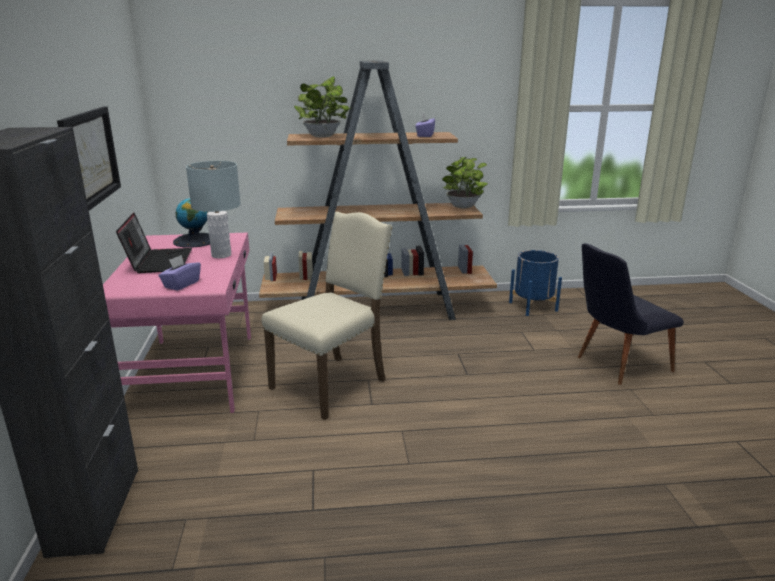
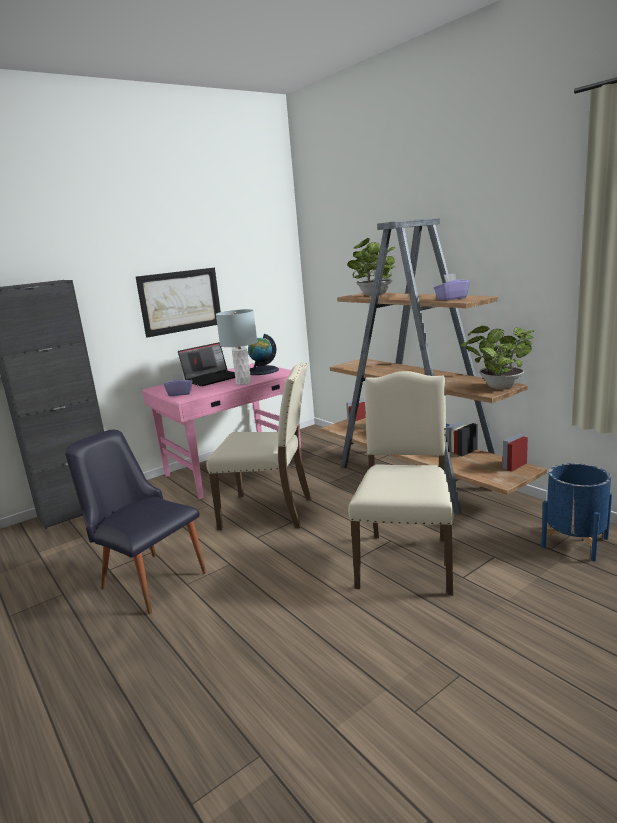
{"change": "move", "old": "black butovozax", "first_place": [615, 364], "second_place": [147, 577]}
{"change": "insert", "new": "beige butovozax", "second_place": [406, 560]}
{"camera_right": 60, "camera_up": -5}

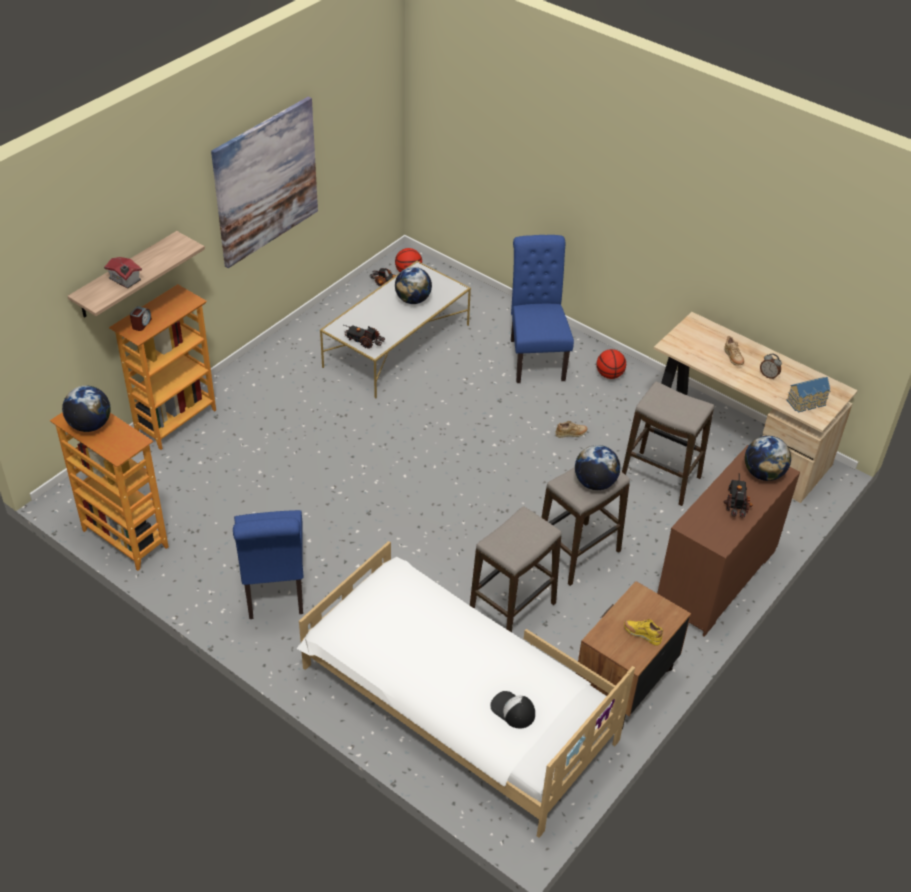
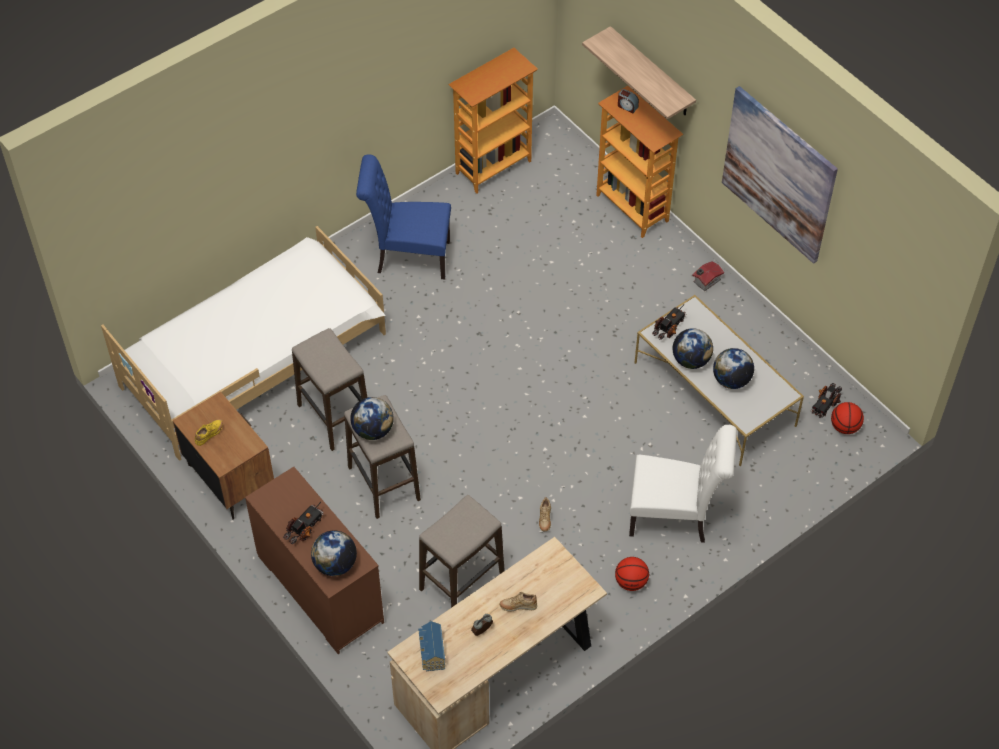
{"change": "recolor", "old": "blue butovozax", "new": "white butovozax", "first_place": [535, 356], "second_place": [675, 517]}
{"change": "move", "old": "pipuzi", "first_place": [125, 280], "second_place": [706, 281]}
{"change": "move", "old": "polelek", "first_place": [90, 425], "second_place": [691, 360]}
{"change": "rotate", "old": "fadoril", "first_place": [737, 503], "second_place": [305, 528], "degrees": -75}
{"change": "delete", "old": "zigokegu", "first_place": [512, 710]}
{"camera_right": 105, "camera_up": 10}

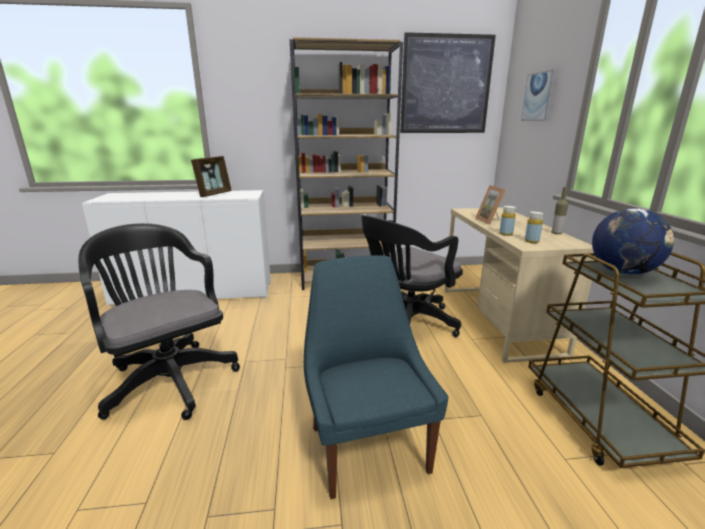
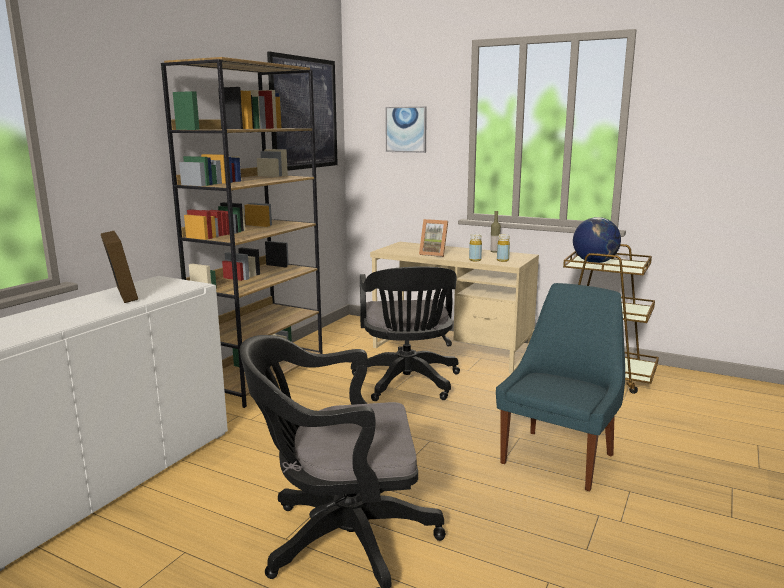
{"change": "rotate", "old": "blue butovozax", "first_place": [367, 445], "second_place": [559, 457], "degrees": 105}
{"camera_right": -55, "camera_up": -5}

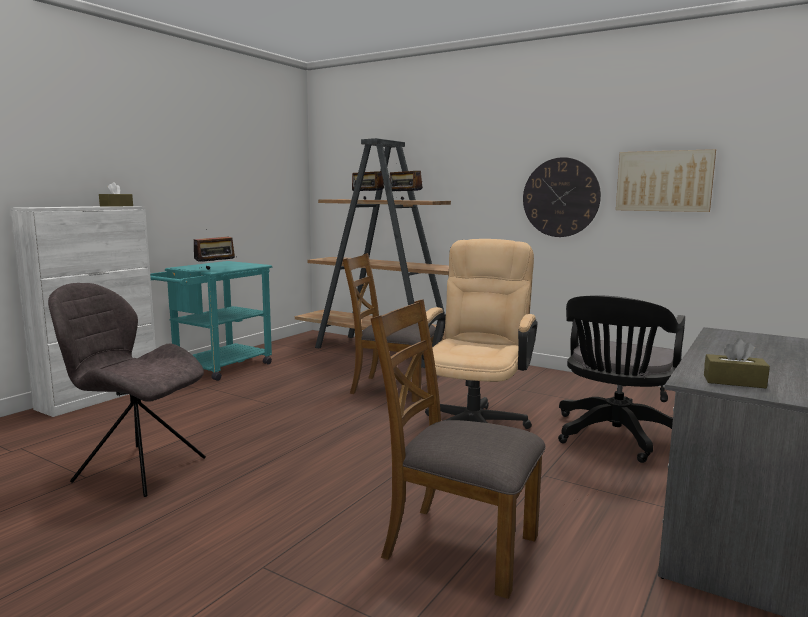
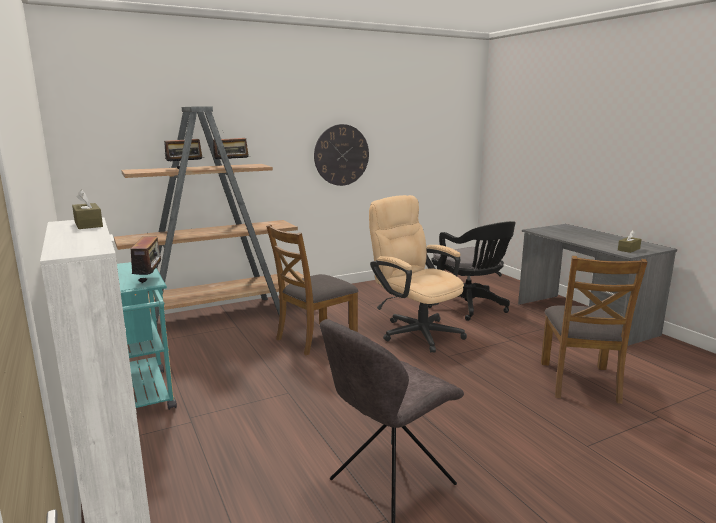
{"change": "delete", "old": "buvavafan", "first_place": [664, 181]}
{"change": "rotate", "old": "brown butovozax", "first_place": [459, 546], "second_place": [580, 381], "degrees": -45}
{"camera_right": -60, "camera_up": 5}

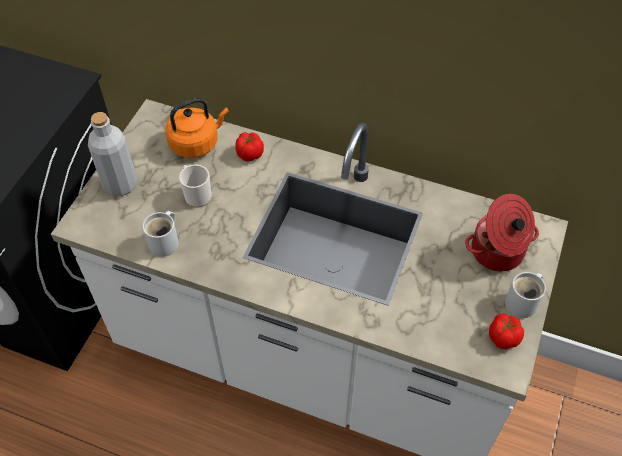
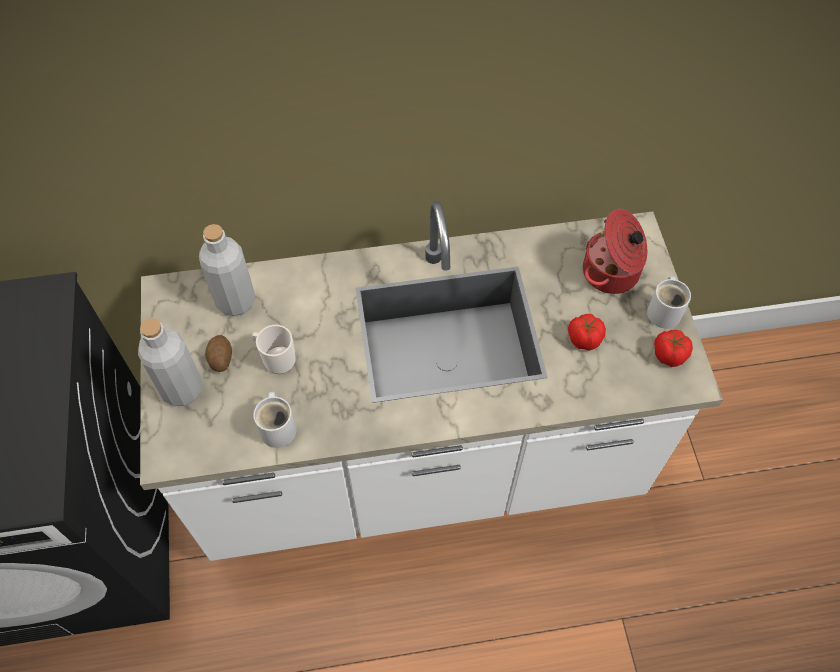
{"change": "replace", "old": "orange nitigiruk", "new": "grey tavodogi", "first_place": [196, 143], "second_place": [236, 301]}
{"change": "move", "old": "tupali", "first_place": [249, 154], "second_place": [583, 338]}
{"change": "insert", "new": "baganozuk", "second_place": [220, 358]}
{"camera_right": -30, "camera_up": 5}

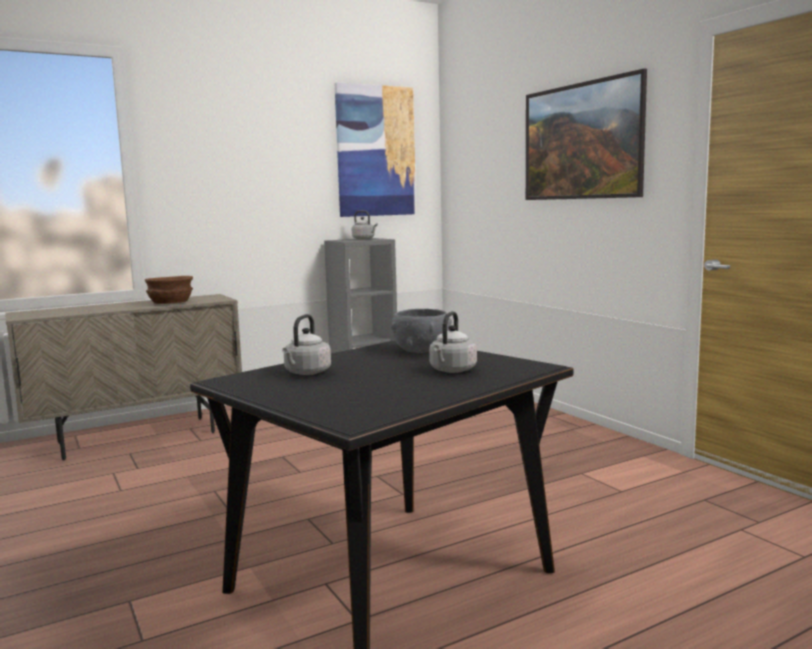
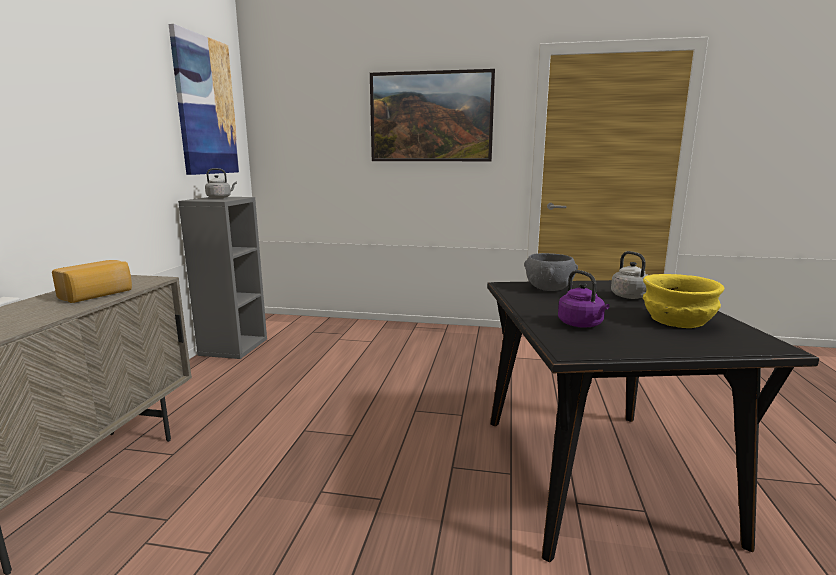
{"change": "replace", "old": "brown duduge", "new": "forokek", "first_place": [170, 303], "second_place": [97, 295]}
{"change": "recolor", "old": "grey nitigiruk", "new": "purple nitigiruk", "first_place": [306, 373], "second_place": [581, 325]}
{"change": "insert", "new": "yellow duduge", "second_place": [678, 320]}
{"camera_right": -50, "camera_up": 5}

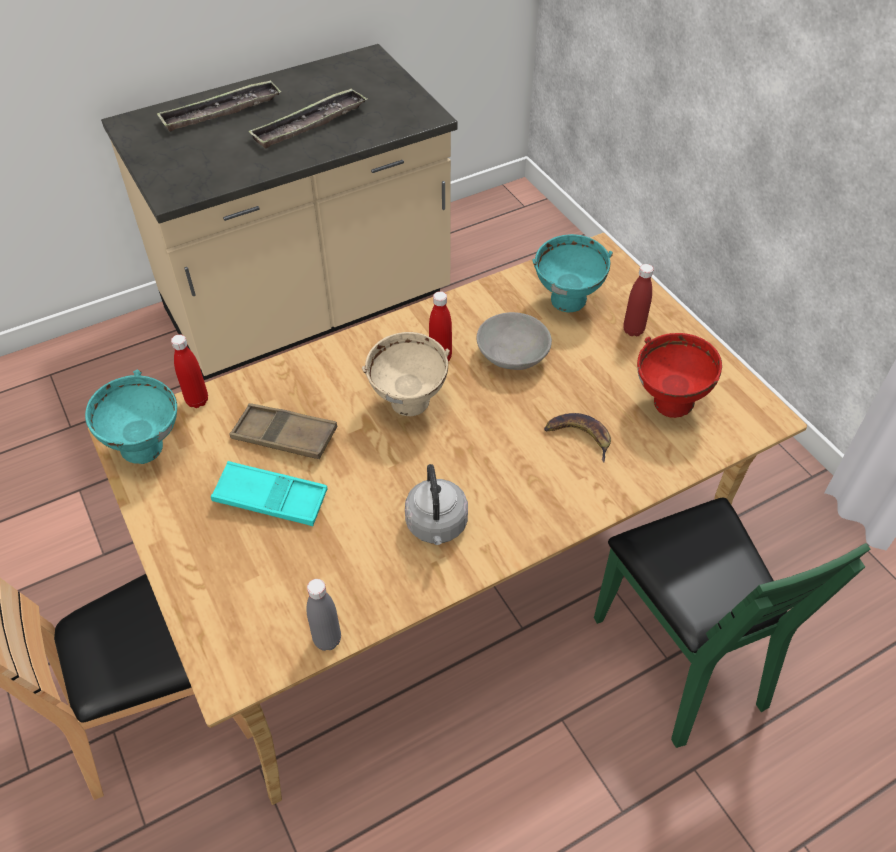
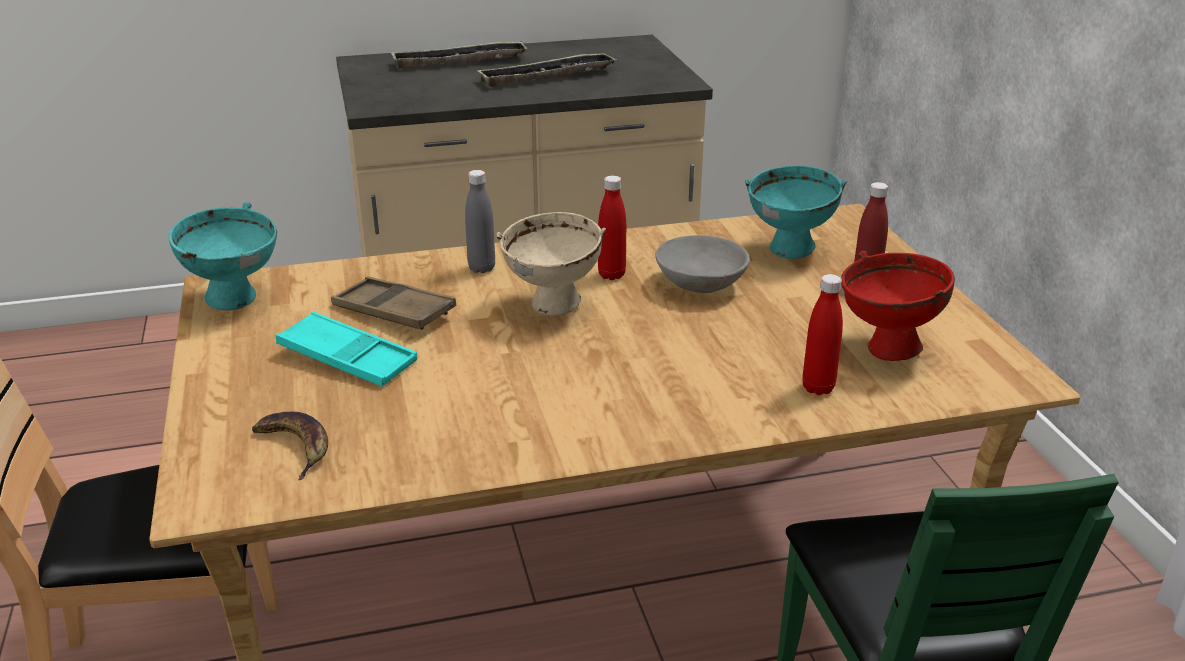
{"change": "move", "old": "red tavodogi", "first_place": [197, 401], "second_place": [818, 388]}
{"change": "move", "old": "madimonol", "first_place": [580, 437], "second_place": [295, 447]}
{"change": "delete", "old": "grey nitigiruk", "first_place": [437, 526]}
{"change": "move", "old": "grey tavodogi", "first_place": [327, 640], "second_place": [481, 268]}
{"camera_right": 15, "camera_up": -20}

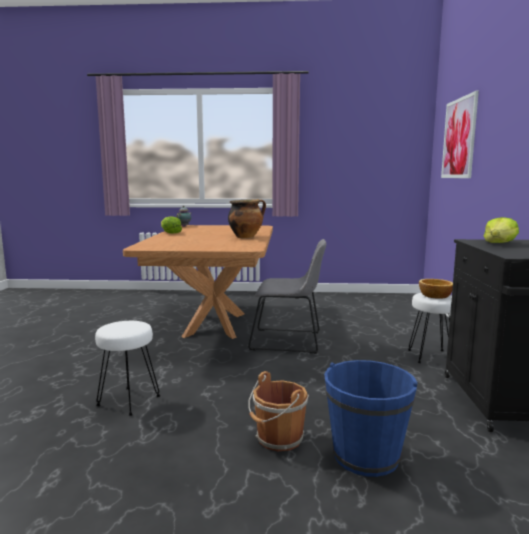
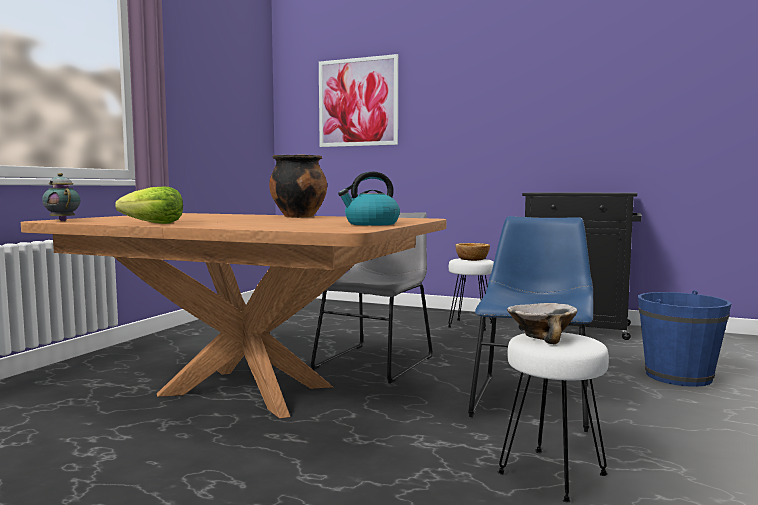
{"change": "delete", "old": "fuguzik", "first_place": [499, 243]}
{"change": "delete", "old": "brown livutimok", "first_place": [278, 439]}
{"change": "insert", "new": "nitigiruk", "second_place": [371, 224]}
{"change": "insert", "new": "blue butovozax", "second_place": [532, 400]}
{"change": "insert", "new": "duduge", "second_place": [541, 337]}
{"camera_right": -70, "camera_up": -5}

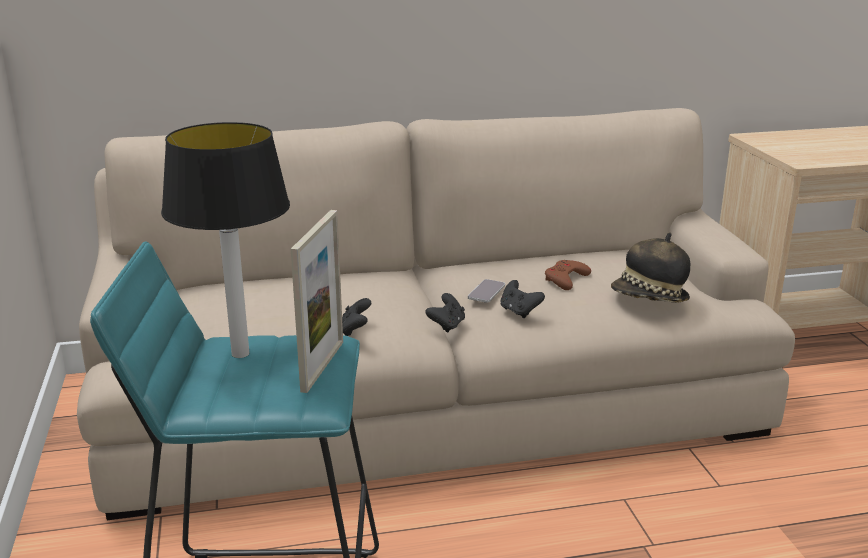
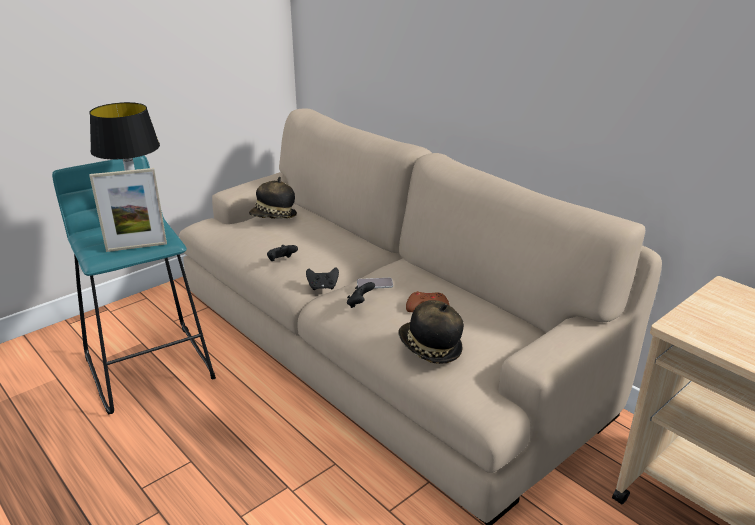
{"change": "insert", "new": "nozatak", "second_place": [274, 217]}
{"camera_right": 60, "camera_up": 5}

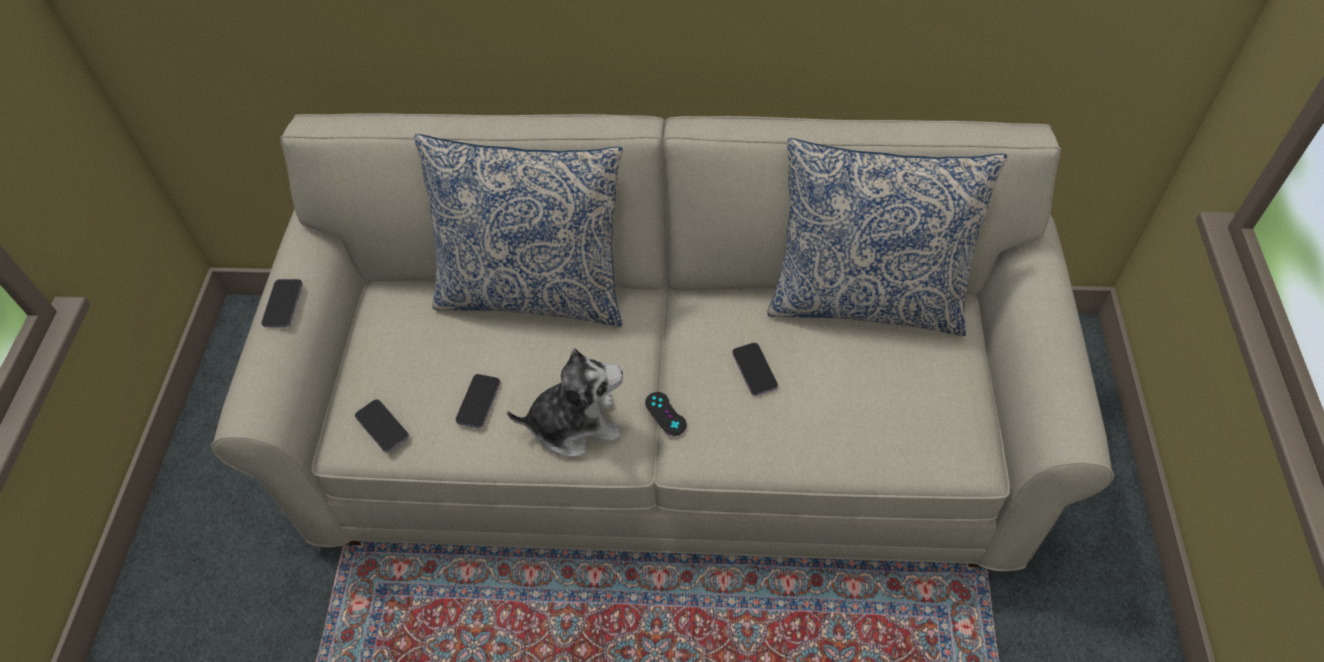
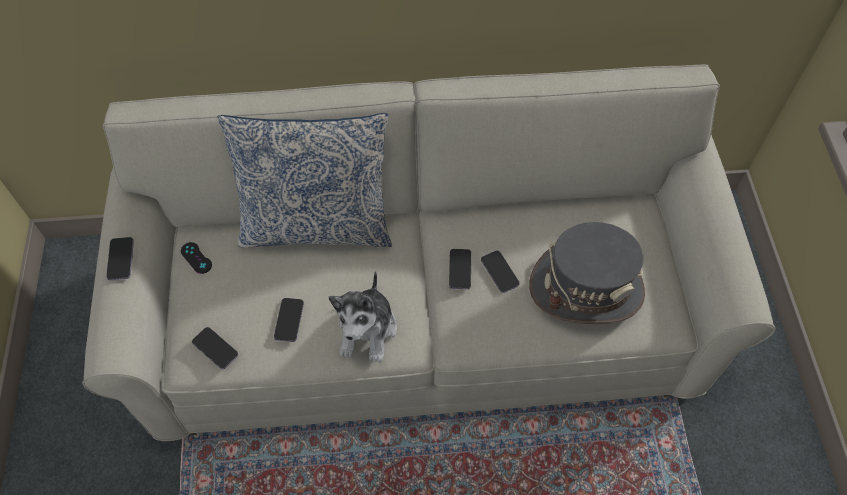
{"change": "delete", "old": "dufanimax", "first_place": [866, 299]}
{"change": "rotate", "old": "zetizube", "first_place": [575, 424], "second_place": [368, 330], "degrees": 120}
{"change": "move", "old": "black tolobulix", "first_place": [665, 414], "second_place": [196, 258]}
{"change": "insert", "new": "grey nozatak", "second_place": [586, 287]}
{"change": "insert", "new": "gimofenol", "second_place": [460, 270]}
{"camera_right": -10, "camera_up": 5}

